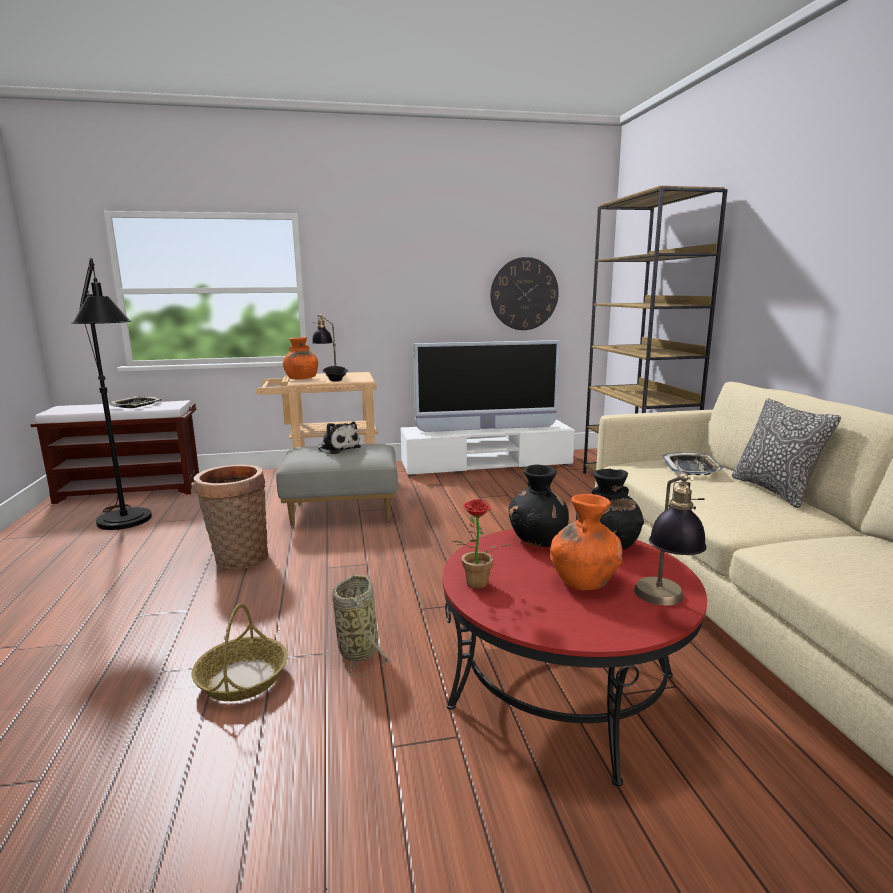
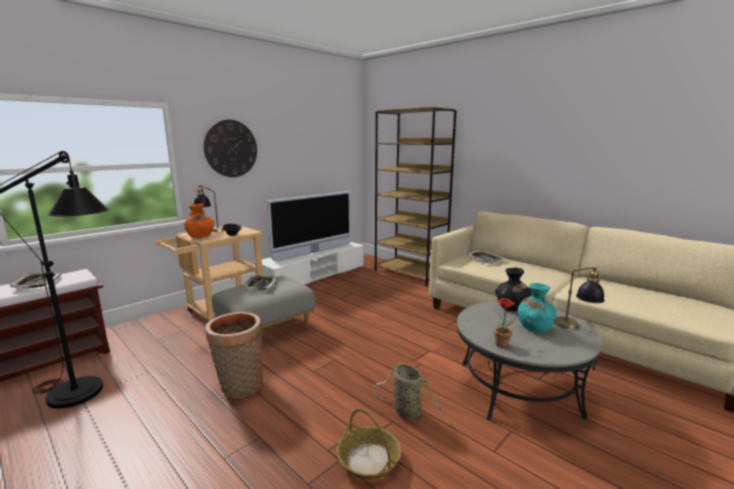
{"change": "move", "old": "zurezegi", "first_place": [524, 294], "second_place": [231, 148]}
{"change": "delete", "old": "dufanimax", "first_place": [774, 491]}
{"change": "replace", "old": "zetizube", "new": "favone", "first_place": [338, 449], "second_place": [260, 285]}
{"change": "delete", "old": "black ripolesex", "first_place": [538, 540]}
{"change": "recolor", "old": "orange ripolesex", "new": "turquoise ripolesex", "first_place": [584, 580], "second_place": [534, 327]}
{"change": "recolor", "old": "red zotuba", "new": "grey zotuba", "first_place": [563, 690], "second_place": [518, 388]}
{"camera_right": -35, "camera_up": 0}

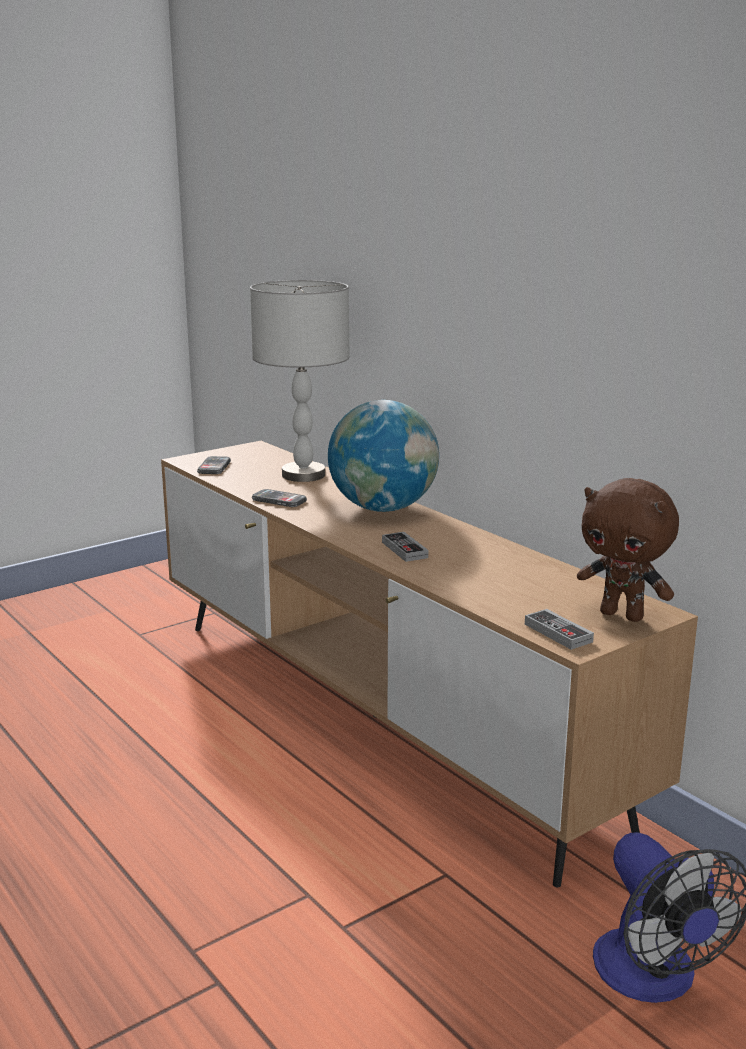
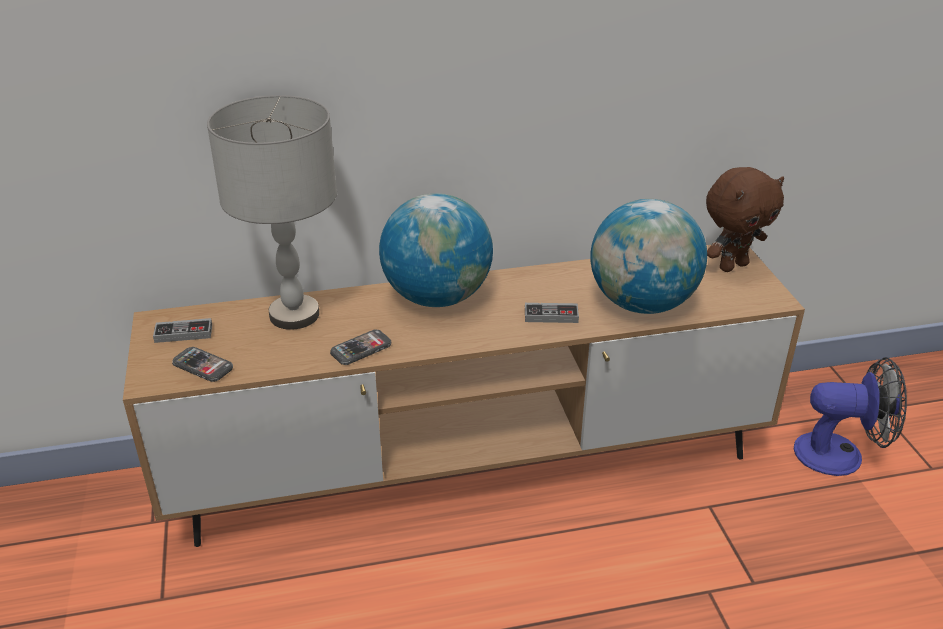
{"change": "move", "old": "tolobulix", "first_place": [558, 633], "second_place": [183, 333]}
{"change": "insert", "new": "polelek", "second_place": [642, 304]}
{"camera_right": -65, "camera_up": 15}

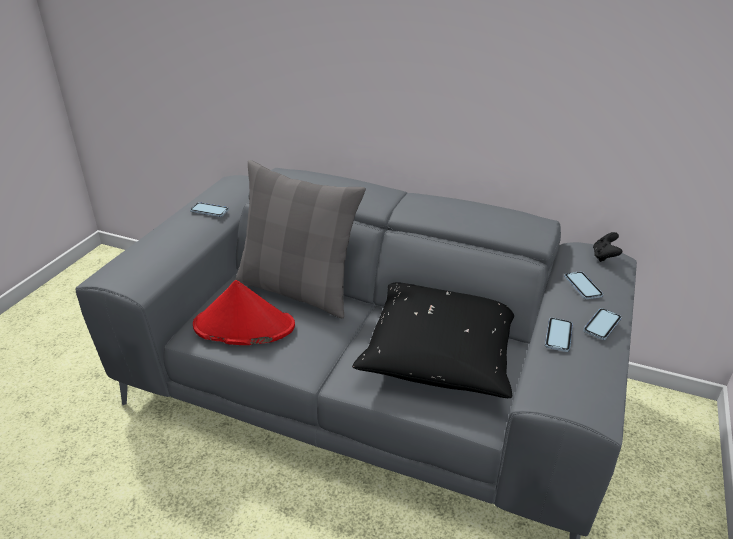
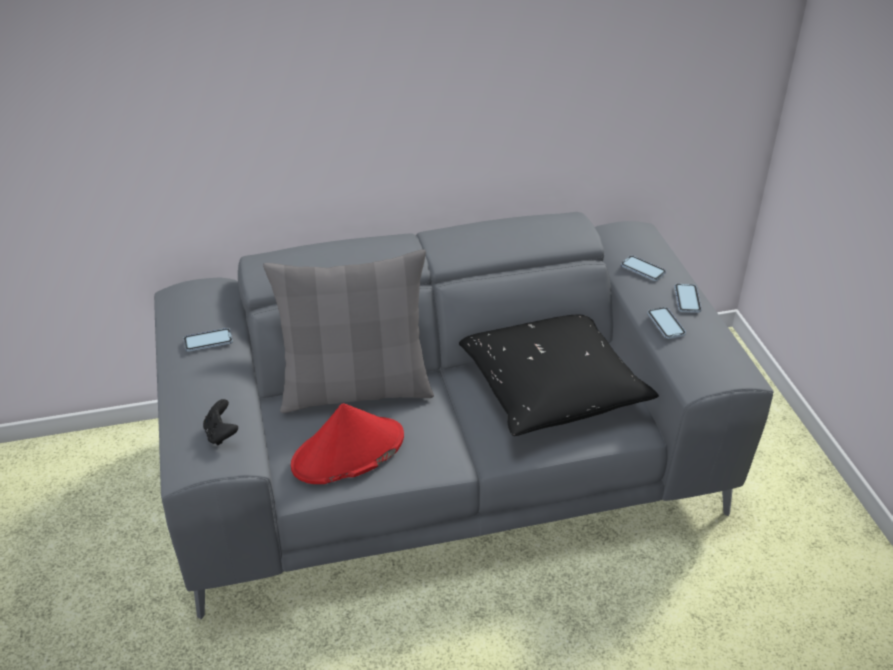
{"change": "move", "old": "black tolobulix", "first_place": [604, 256], "second_place": [221, 434]}
{"camera_right": -35, "camera_up": 5}

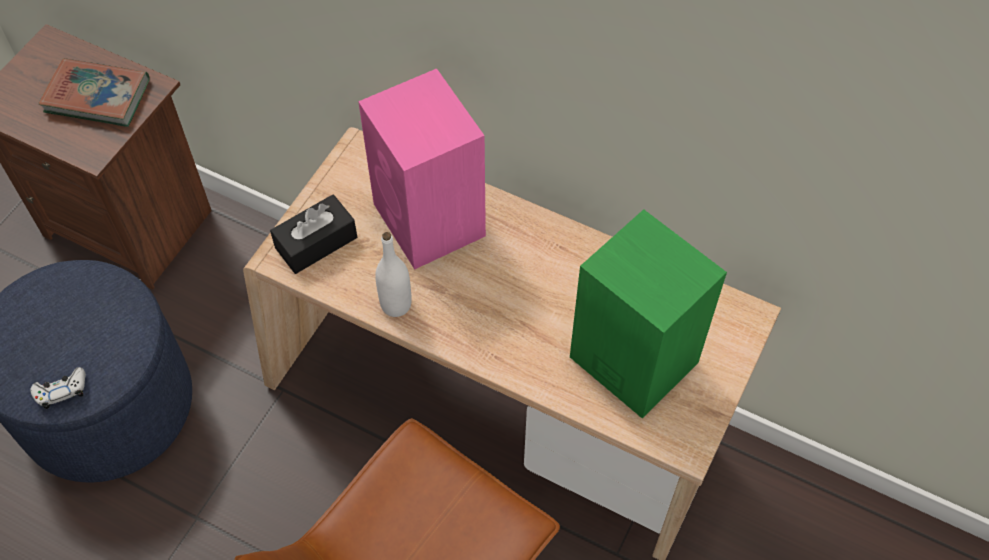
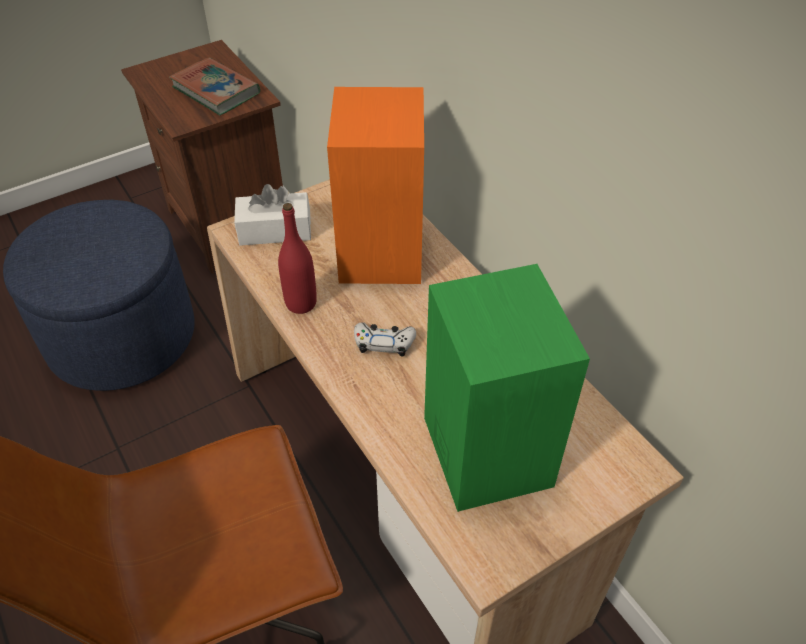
{"change": "recolor", "old": "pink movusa", "new": "orange movusa", "first_place": [430, 222], "second_place": [381, 253]}
{"change": "recolor", "old": "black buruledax", "new": "white buruledax", "first_place": [316, 243], "second_place": [275, 230]}
{"change": "recolor", "old": "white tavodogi", "new": "red tavodogi", "first_place": [396, 305], "second_place": [301, 303]}
{"change": "move", "old": "white tolobulix", "first_place": [61, 390], "second_place": [384, 343]}
{"camera_right": 30, "camera_up": -10}

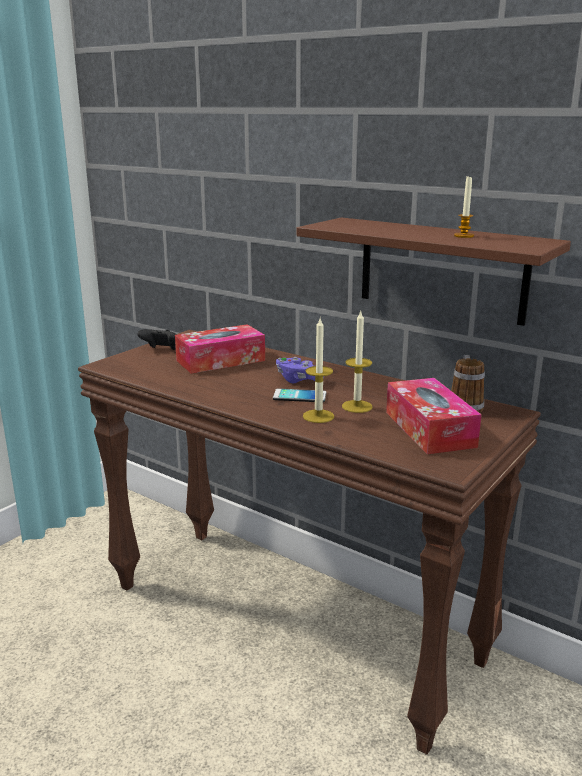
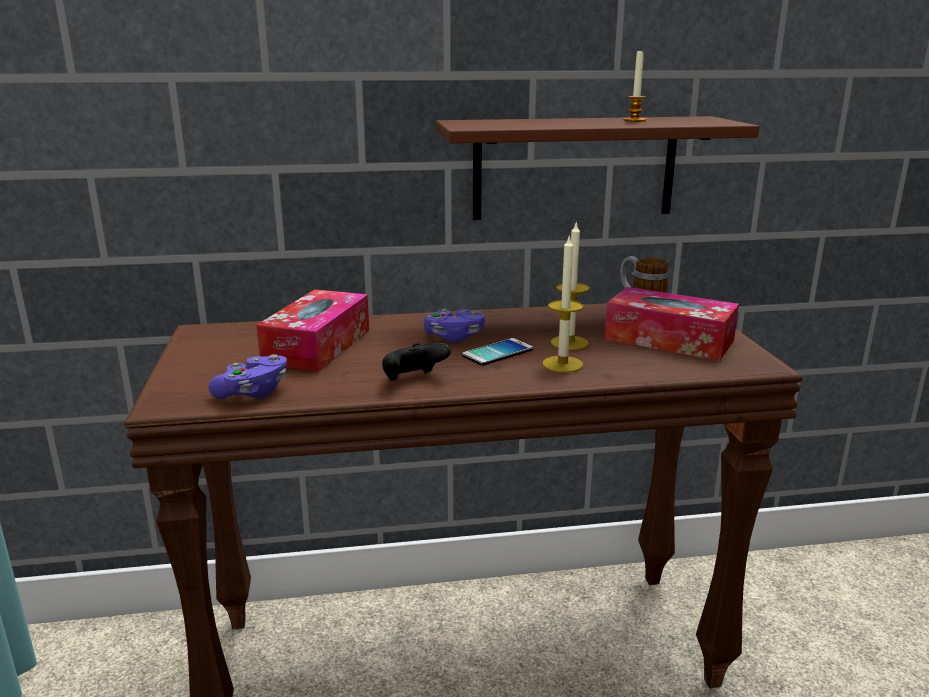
{"change": "move", "old": "black tolobulix", "first_place": [161, 350], "second_place": [413, 380]}
{"change": "insert", "new": "purple tolobulix", "second_place": [253, 393]}
{"camera_right": -45, "camera_up": 0}

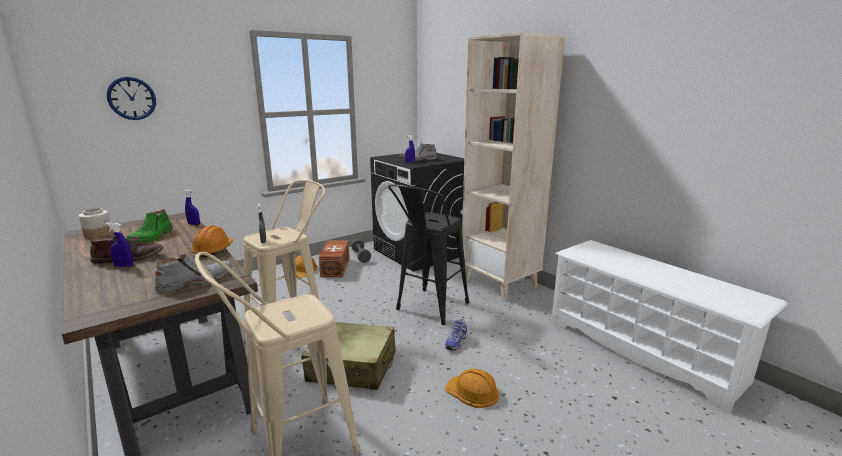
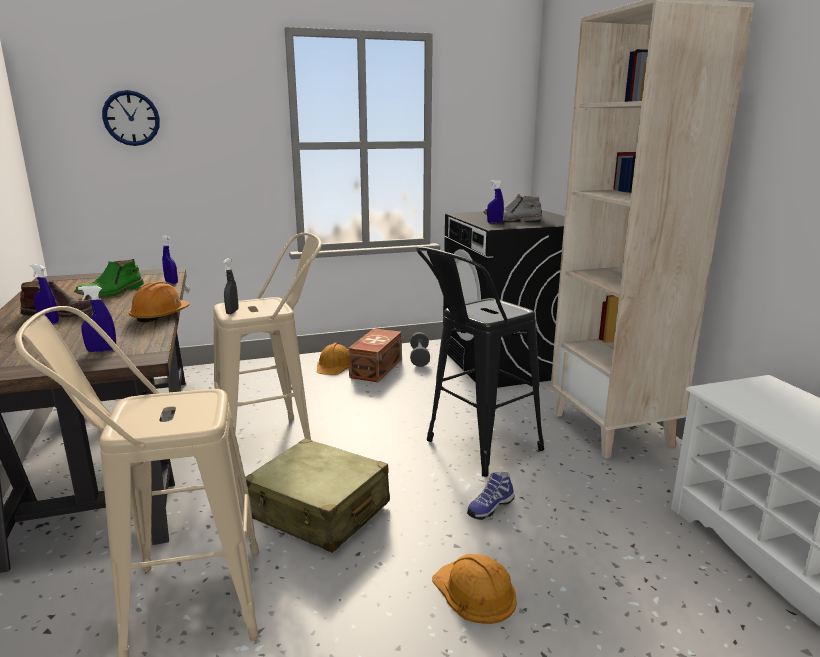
{"change": "delete", "old": "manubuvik", "first_place": [99, 234]}
{"change": "replace", "old": "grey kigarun", "new": "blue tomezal", "first_place": [195, 281], "second_place": [102, 350]}
{"camera_right": 20, "camera_up": 0}

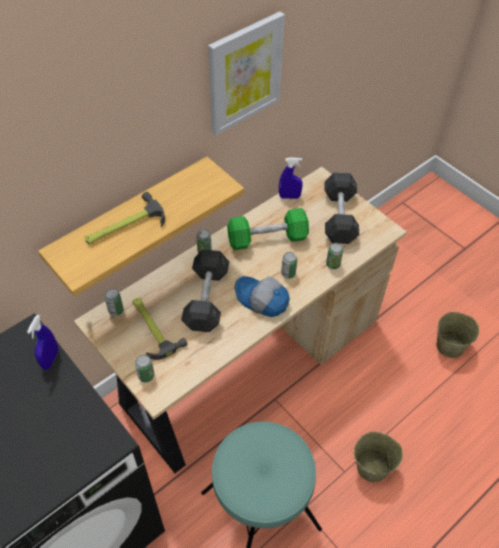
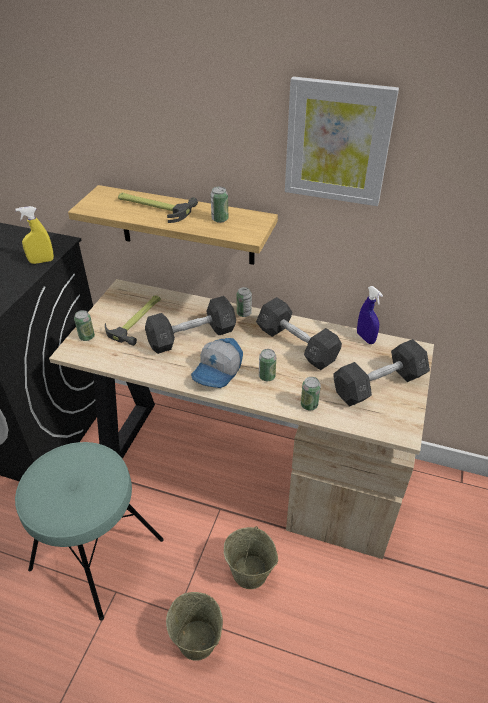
{"change": "recolor", "old": "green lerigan", "new": "grey lerigan", "first_place": [267, 238], "second_place": [296, 345]}
{"change": "rotate", "old": "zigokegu", "first_place": [261, 300], "second_place": [218, 371], "degrees": -150}
{"change": "move", "old": "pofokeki", "first_place": [116, 310], "second_place": [220, 219]}
{"change": "move", "old": "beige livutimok", "first_place": [450, 346], "second_place": [250, 572]}
{"change": "recolor", "old": "blue tomezal", "new": "yellow tomezal", "first_place": [50, 359], "second_place": [41, 261]}
{"camera_right": 60, "camera_up": -10}

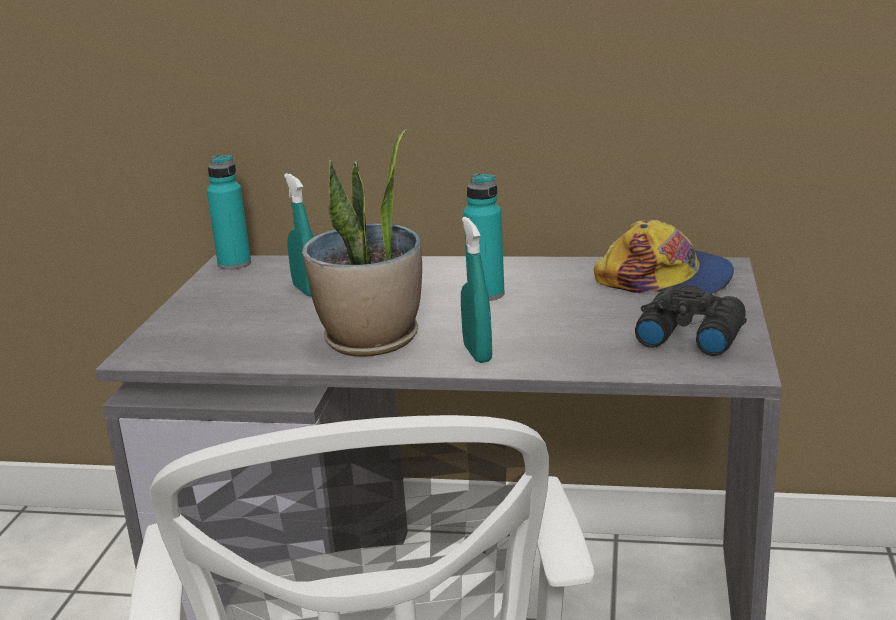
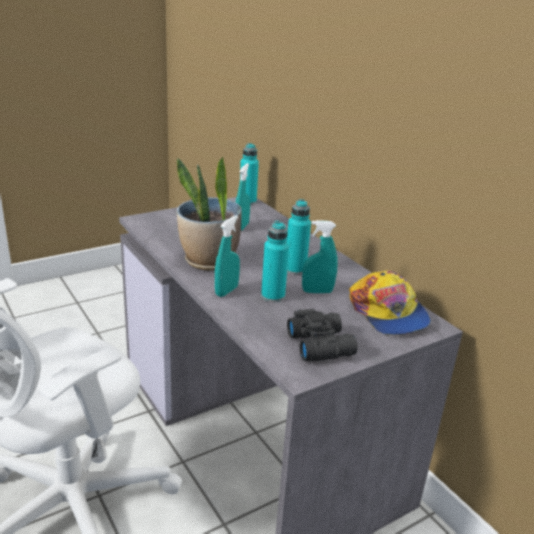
{"change": "insert", "new": "turquoise tomezal", "second_place": [317, 291]}
{"change": "insert", "new": "turquoise tavodogi", "second_place": [273, 296]}
{"camera_right": 45, "camera_up": 5}

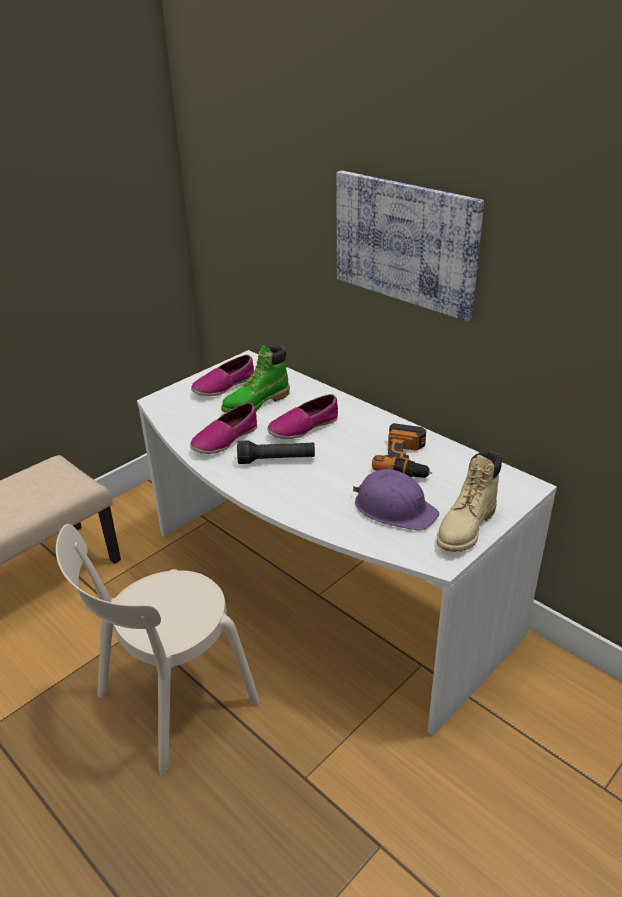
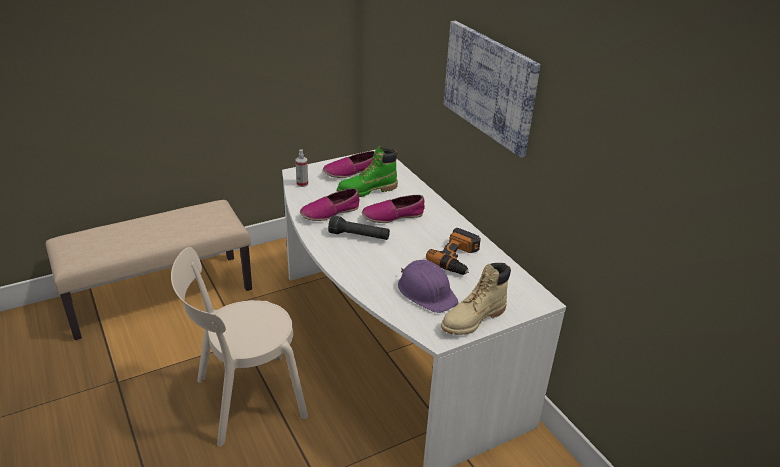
{"change": "insert", "new": "tomezal", "second_place": [302, 184]}
{"camera_right": 15, "camera_up": 0}

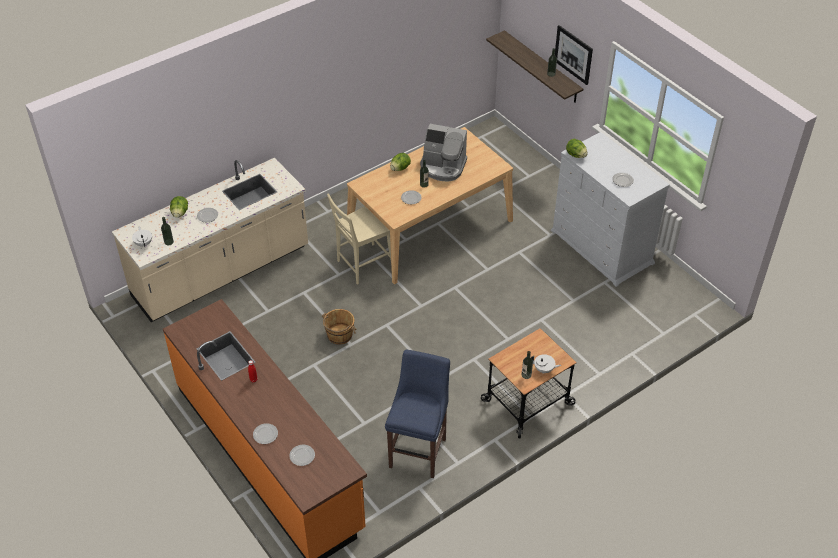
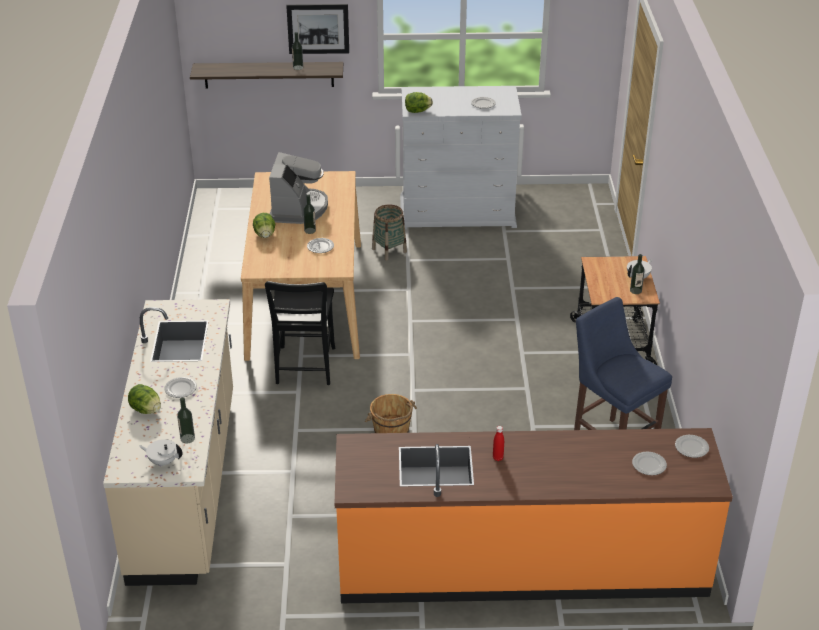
{"change": "rotate", "old": "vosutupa", "first_place": [443, 167], "second_place": [298, 209], "degrees": -45}
{"change": "recolor", "old": "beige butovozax", "new": "black butovozax", "first_place": [362, 265], "second_place": [305, 368]}
{"change": "move", "old": "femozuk", "first_place": [265, 434], "second_place": [691, 447]}
{"change": "insert", "new": "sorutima", "second_place": [389, 250]}
{"camera_right": -55, "camera_up": -10}

